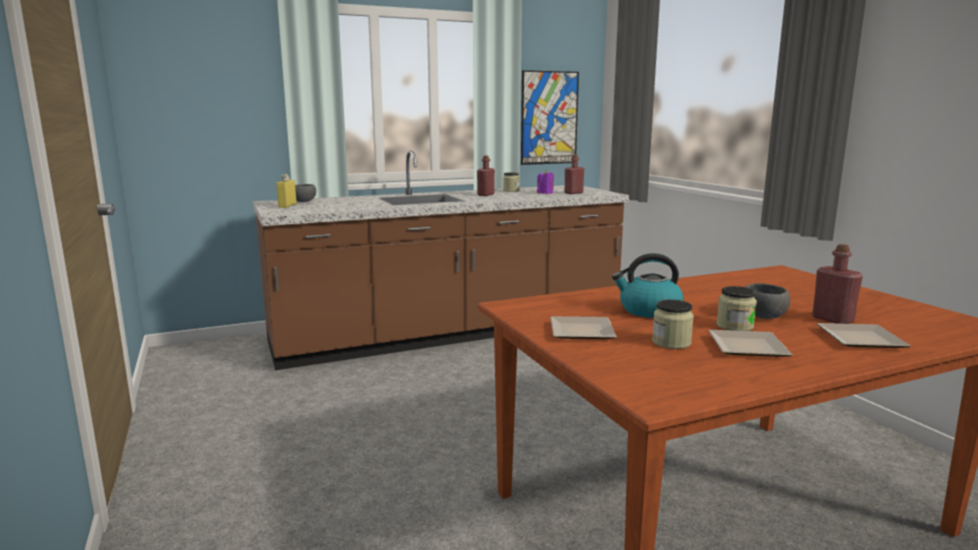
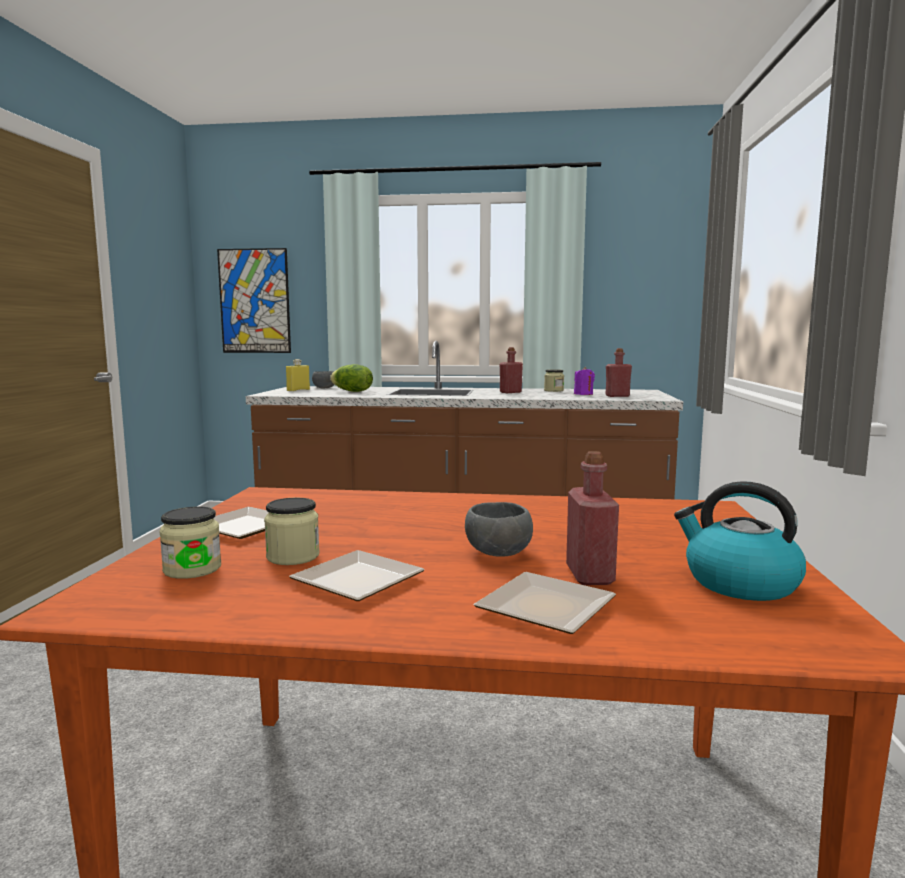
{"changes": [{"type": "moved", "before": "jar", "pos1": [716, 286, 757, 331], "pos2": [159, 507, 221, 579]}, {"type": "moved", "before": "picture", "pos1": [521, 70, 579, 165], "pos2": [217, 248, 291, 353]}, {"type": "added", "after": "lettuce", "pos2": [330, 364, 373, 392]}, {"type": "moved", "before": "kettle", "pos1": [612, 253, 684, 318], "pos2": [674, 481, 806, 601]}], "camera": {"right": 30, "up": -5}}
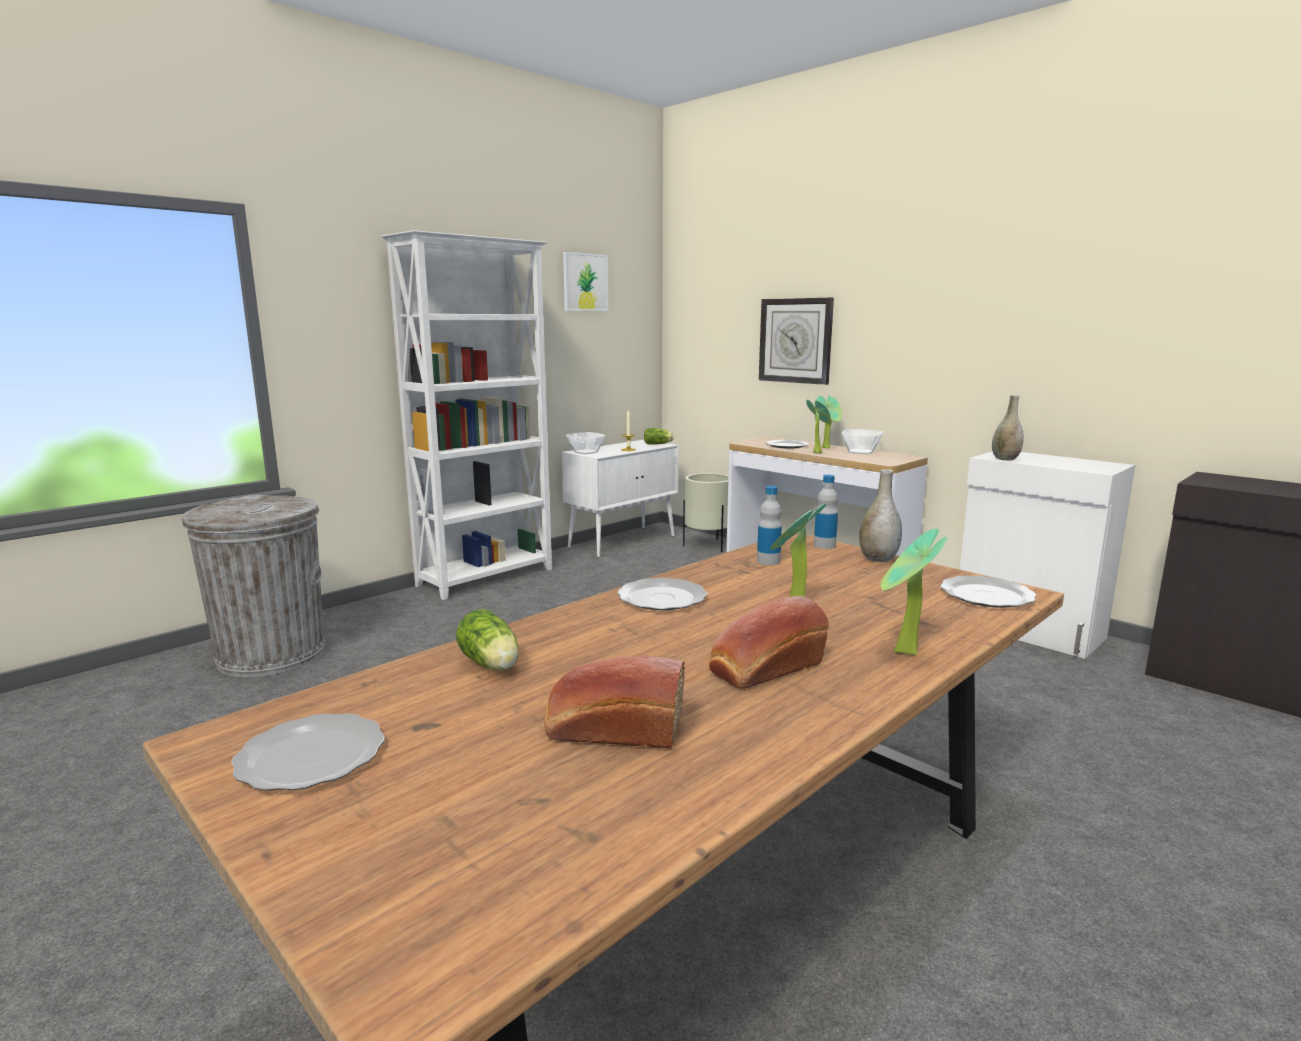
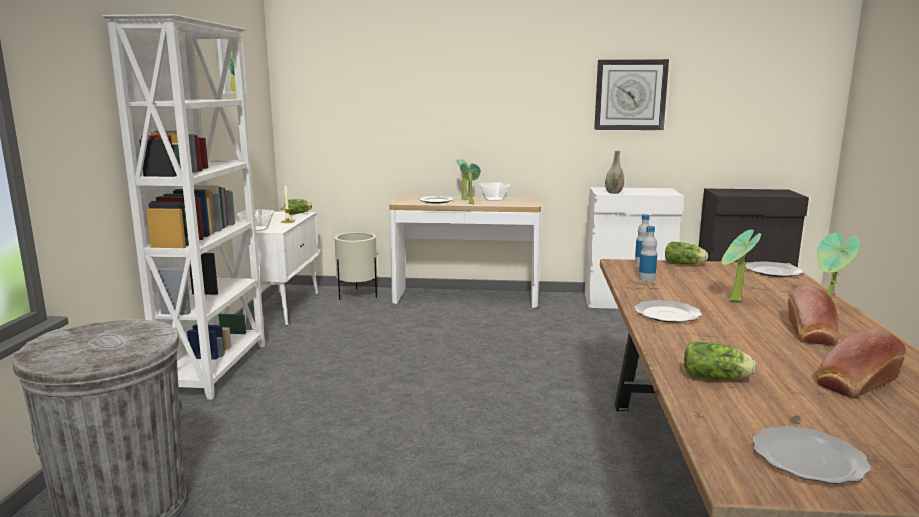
{"changes": [{"type": "moved", "before": "wall_clock", "pos1": [759, 298, 834, 385], "pos2": [594, 59, 669, 130]}, {"type": "replaced", "before": "grey_vase", "after": "lettuce", "pos1": [859, 469, 902, 562], "pos2": [665, 242, 708, 265]}], "camera": {"right": -40, "up": 0}}
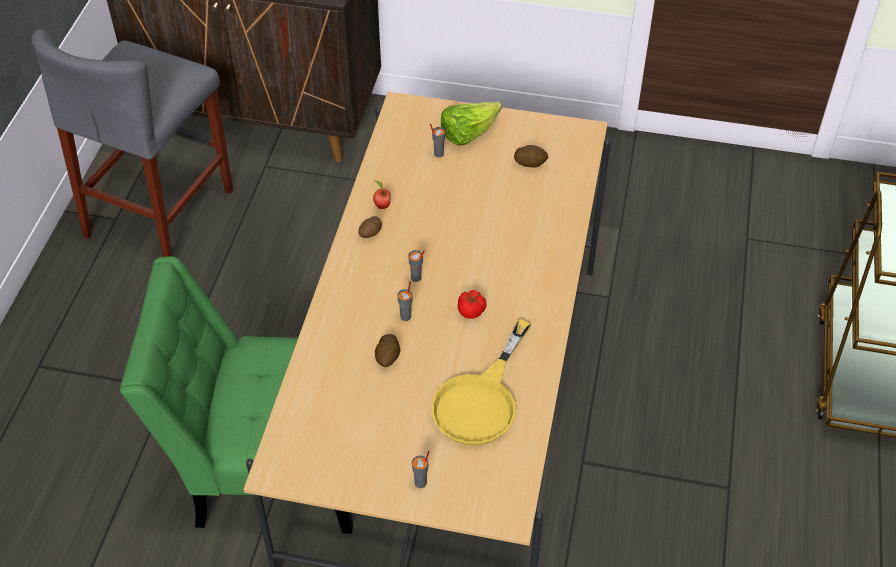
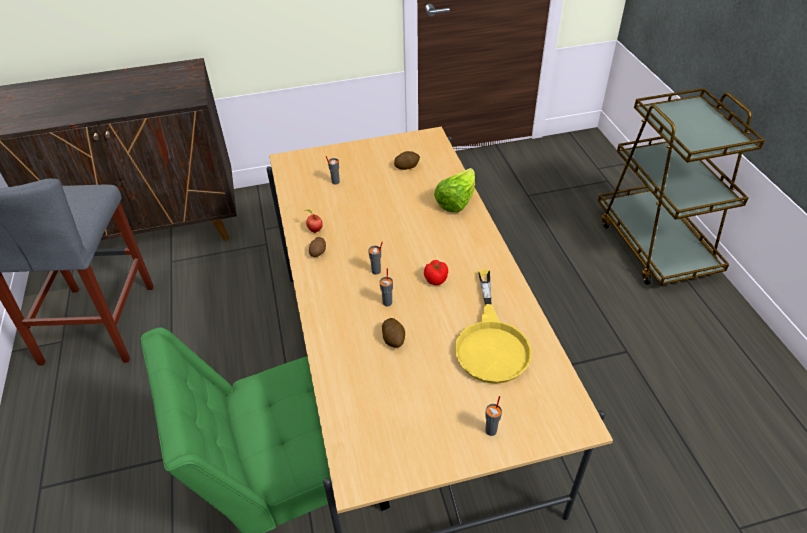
{"changes": [{"type": "moved", "before": "lettuce", "pos1": [441, 102, 502, 146], "pos2": [434, 168, 475, 213]}], "camera": {"right": -25, "up": -5}}
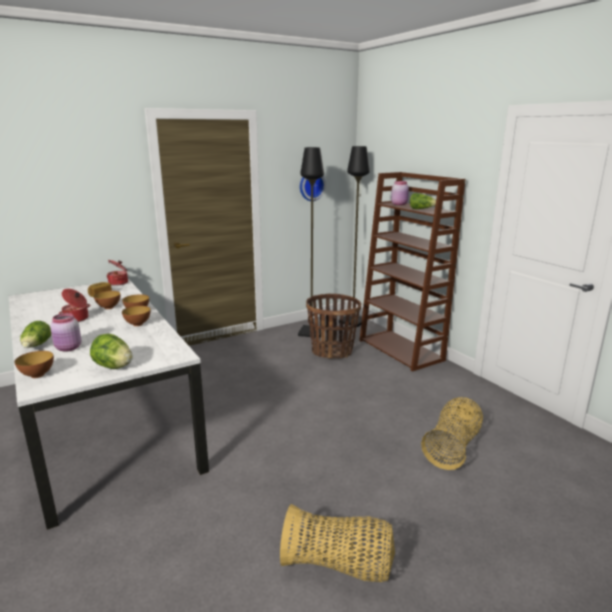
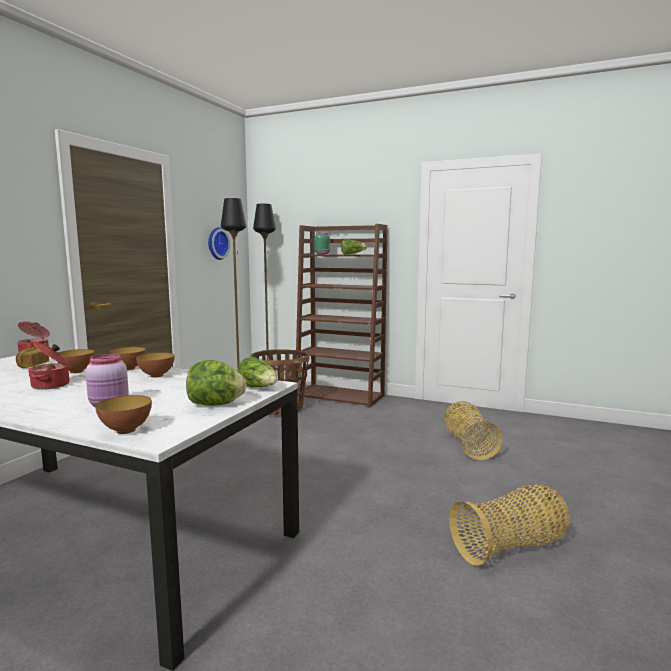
{"changes": [{"type": "moved", "before": "lettuce", "pos1": [20, 321, 51, 348], "pos2": [237, 357, 277, 387]}, {"type": "recoloured", "before": "pink_jar", "after": "green_jar", "pos1": [391, 181, 409, 205], "pos2": [314, 232, 330, 254]}], "camera": {"right": -35, "up": -10}}
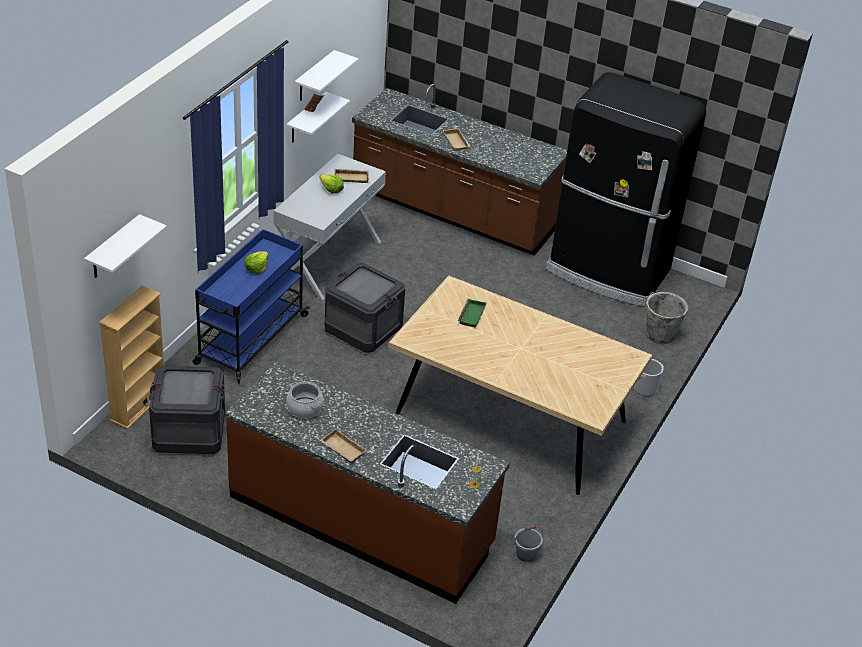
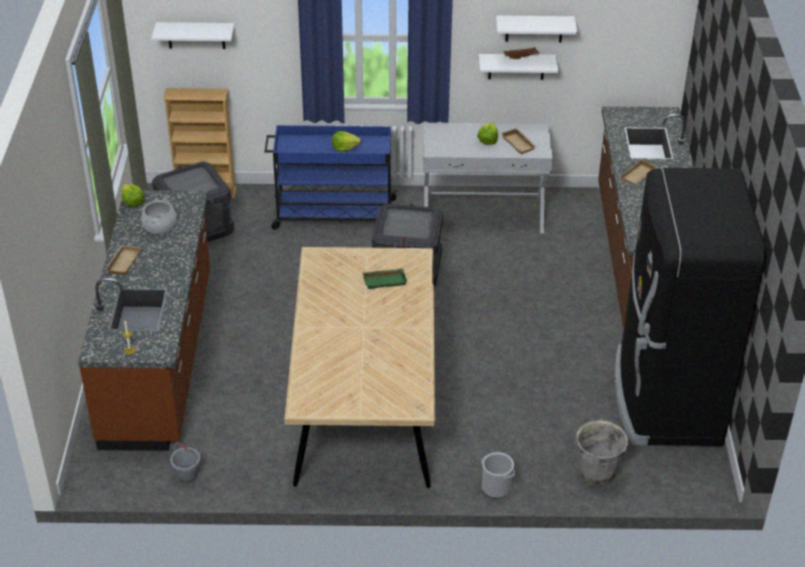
{"changes": [{"type": "added", "after": "lettuce", "pos2": [121, 184, 145, 207]}], "camera": {"right": 65, "up": 0}}
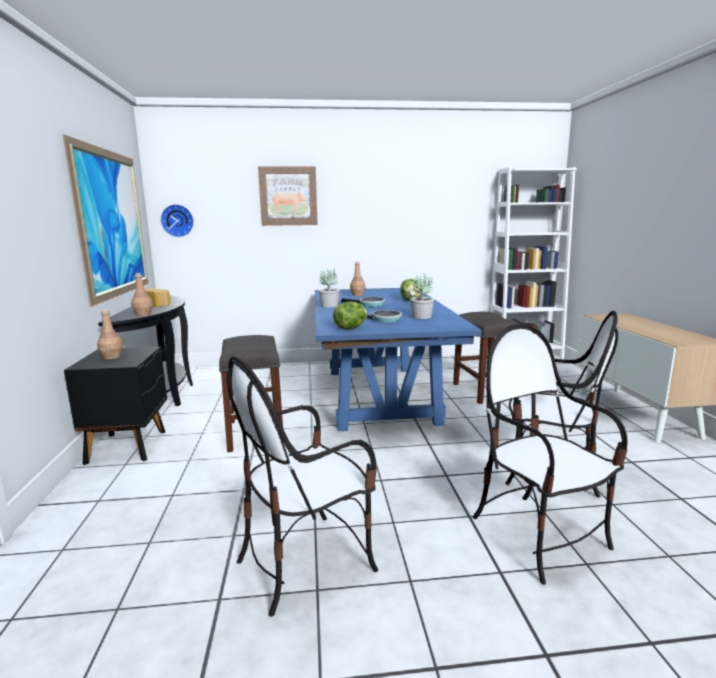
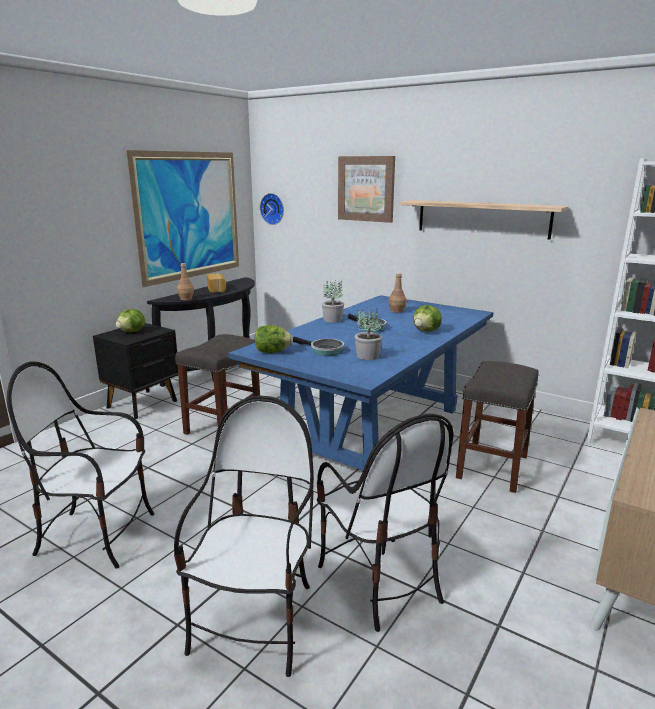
{"changes": [{"type": "replaced", "before": "brown_bottle", "after": "lettuce", "pos1": [97, 310, 123, 359], "pos2": [116, 309, 145, 332]}, {"type": "added", "after": "shelf", "pos2": [399, 200, 569, 240]}], "camera": {"right": 40, "up": 5}}
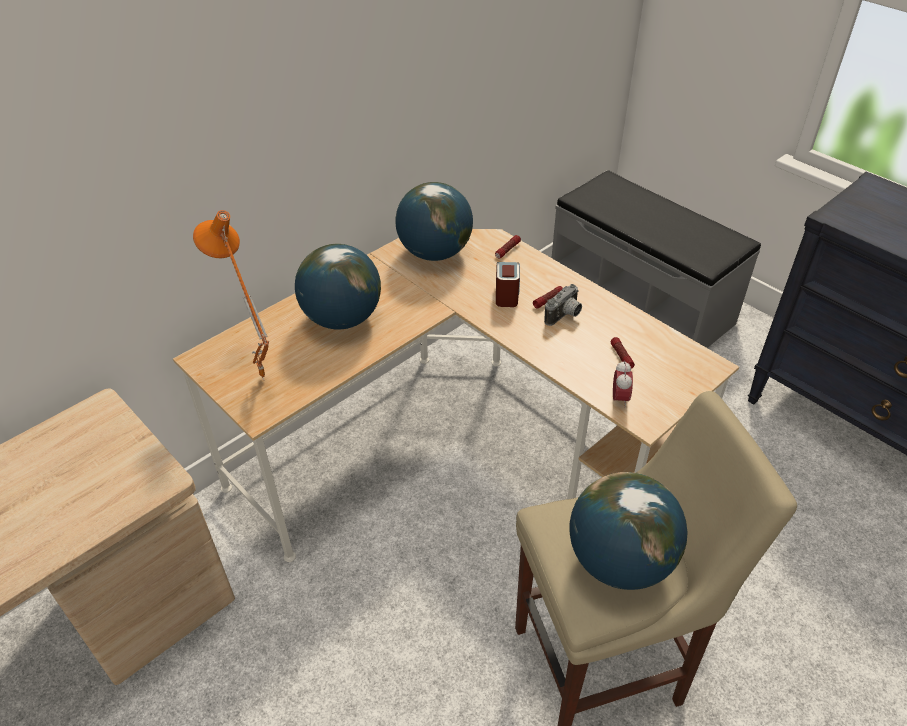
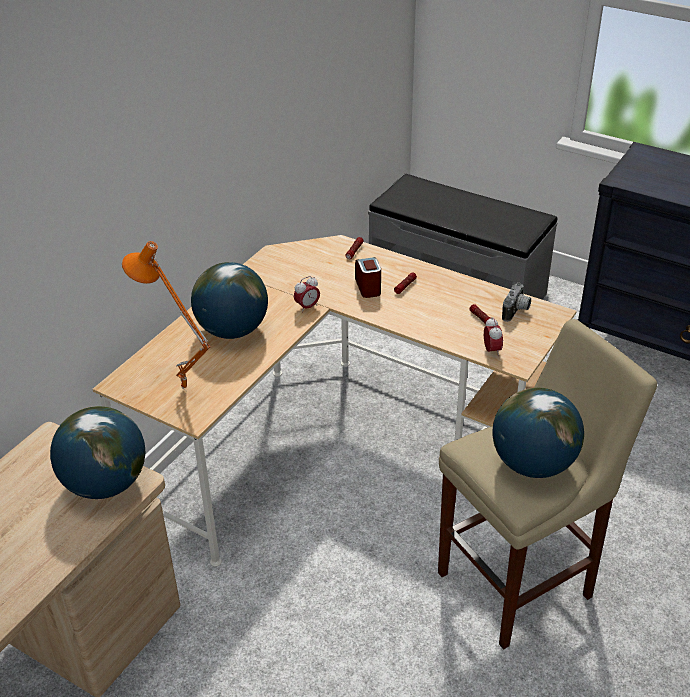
{"changes": [{"type": "moved", "before": "globe", "pos1": [395, 182, 473, 261], "pos2": [50, 406, 145, 499]}, {"type": "added", "after": "alarm_clock", "pos2": [294, 276, 320, 313]}, {"type": "moved", "before": "photo_camera", "pos1": [544, 284, 582, 326], "pos2": [502, 282, 531, 322]}], "camera": {"right": -15, "up": -5}}
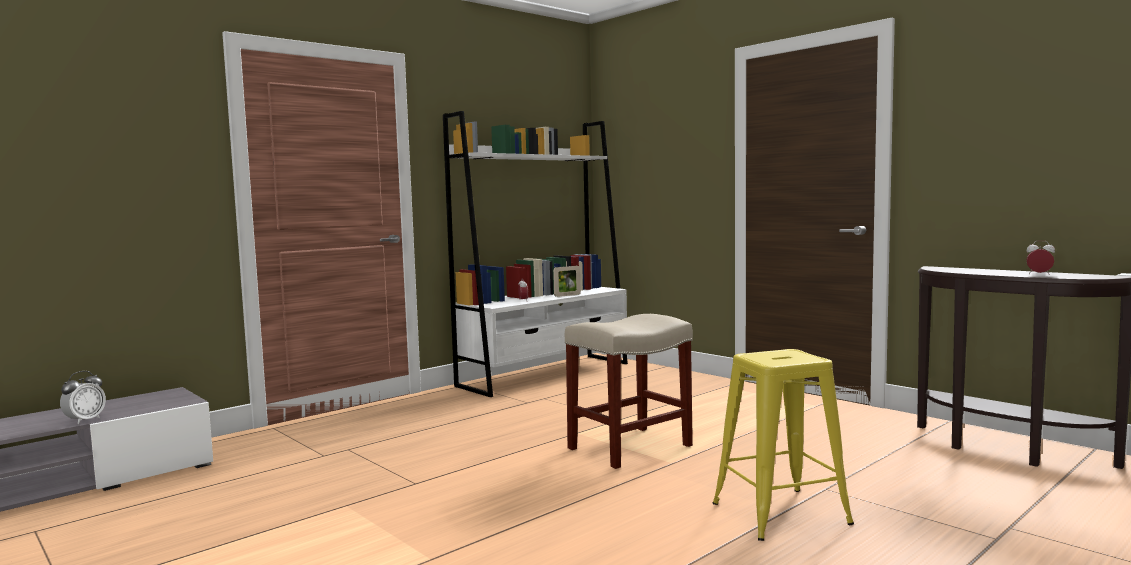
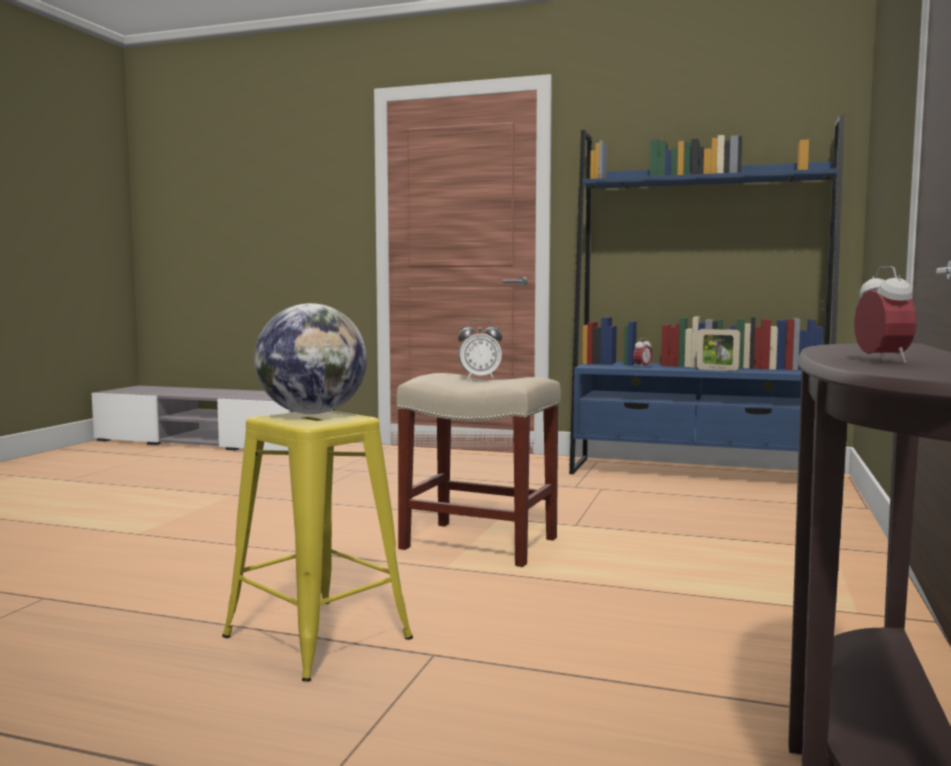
{"changes": [{"type": "added", "after": "globe", "pos2": [254, 303, 367, 414]}, {"type": "moved", "before": "alarm_clock", "pos1": [60, 371, 106, 424], "pos2": [458, 319, 502, 379]}, {"type": "recoloured", "before": "white_bookcase", "after": "blue_bookcase", "pos1": [443, 111, 628, 397], "pos2": [569, 114, 845, 474]}], "camera": {"right": 60, "up": 0}}
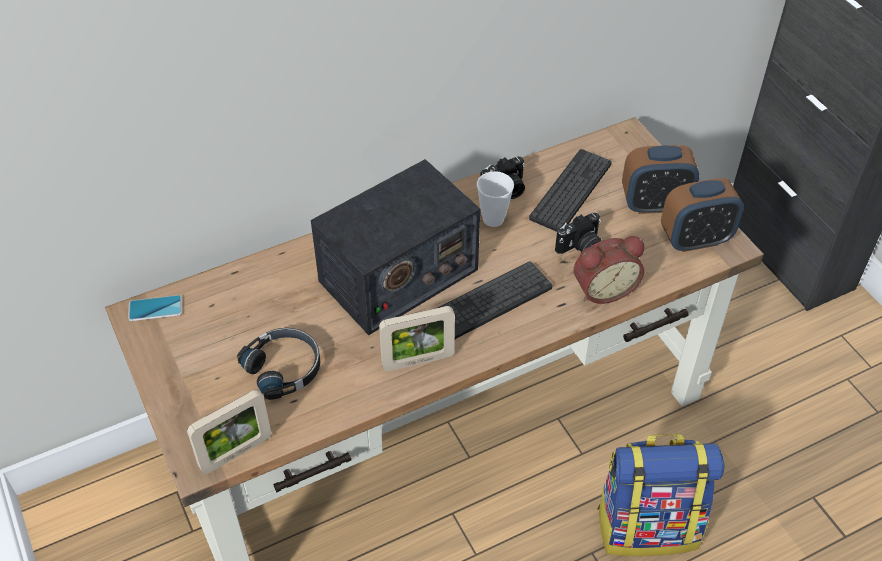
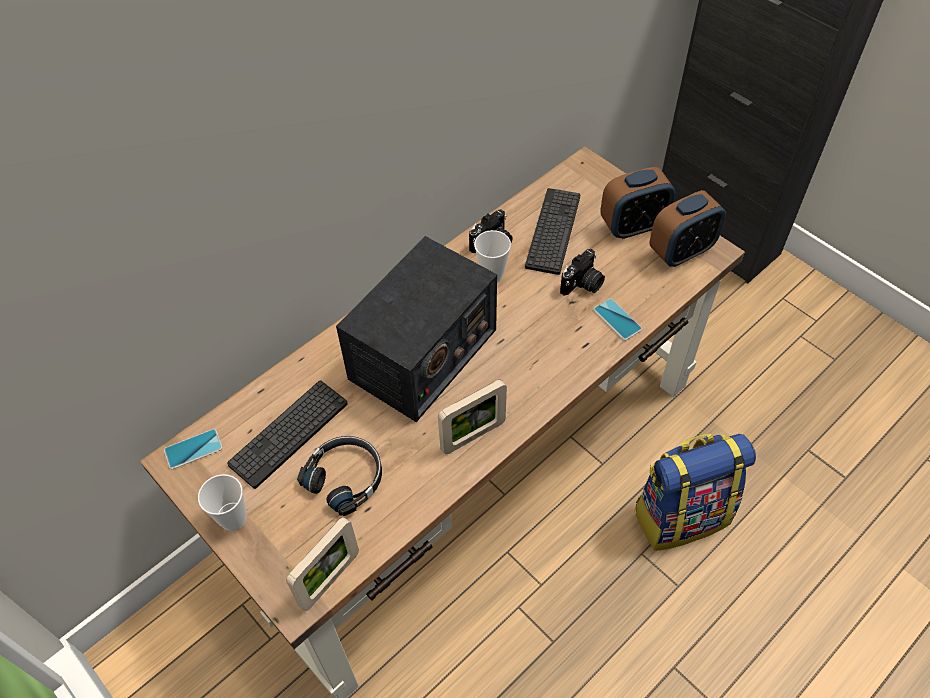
{"changes": [{"type": "added", "after": "cup", "pos2": [198, 474, 246, 531]}, {"type": "moved", "before": "keyboard", "pos1": [438, 262, 553, 339], "pos2": [227, 381, 348, 489]}, {"type": "replaced", "before": "alarm_clock", "after": "phone", "pos1": [573, 236, 644, 304], "pos2": [593, 298, 642, 340]}], "camera": {"right": -15, "up": 5}}
